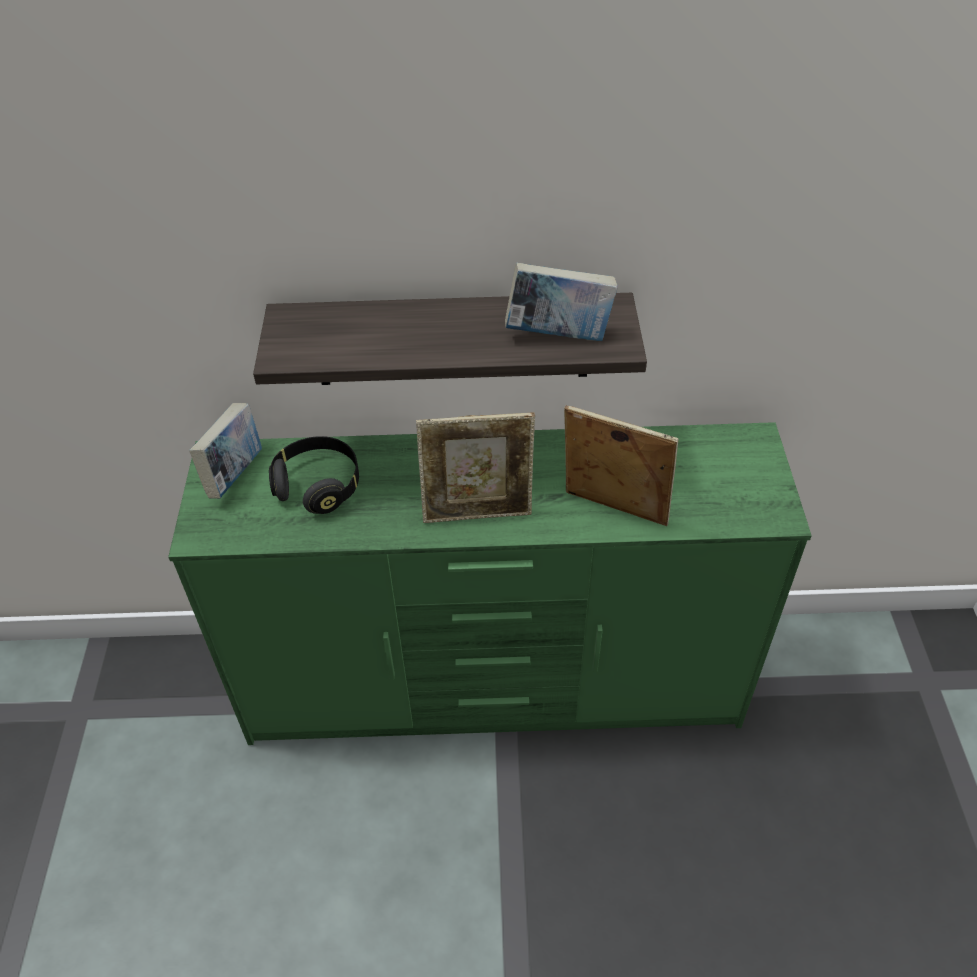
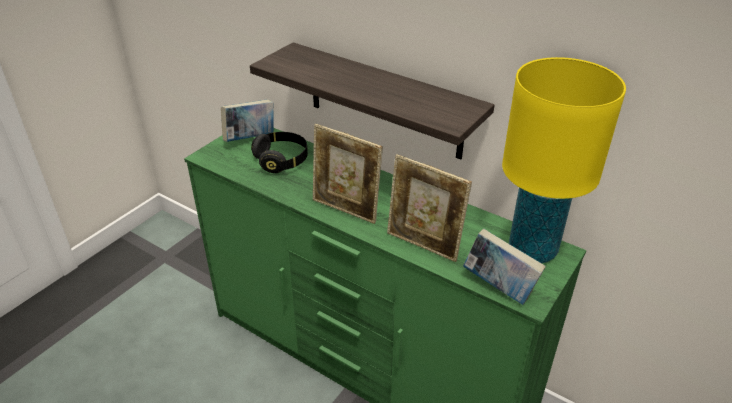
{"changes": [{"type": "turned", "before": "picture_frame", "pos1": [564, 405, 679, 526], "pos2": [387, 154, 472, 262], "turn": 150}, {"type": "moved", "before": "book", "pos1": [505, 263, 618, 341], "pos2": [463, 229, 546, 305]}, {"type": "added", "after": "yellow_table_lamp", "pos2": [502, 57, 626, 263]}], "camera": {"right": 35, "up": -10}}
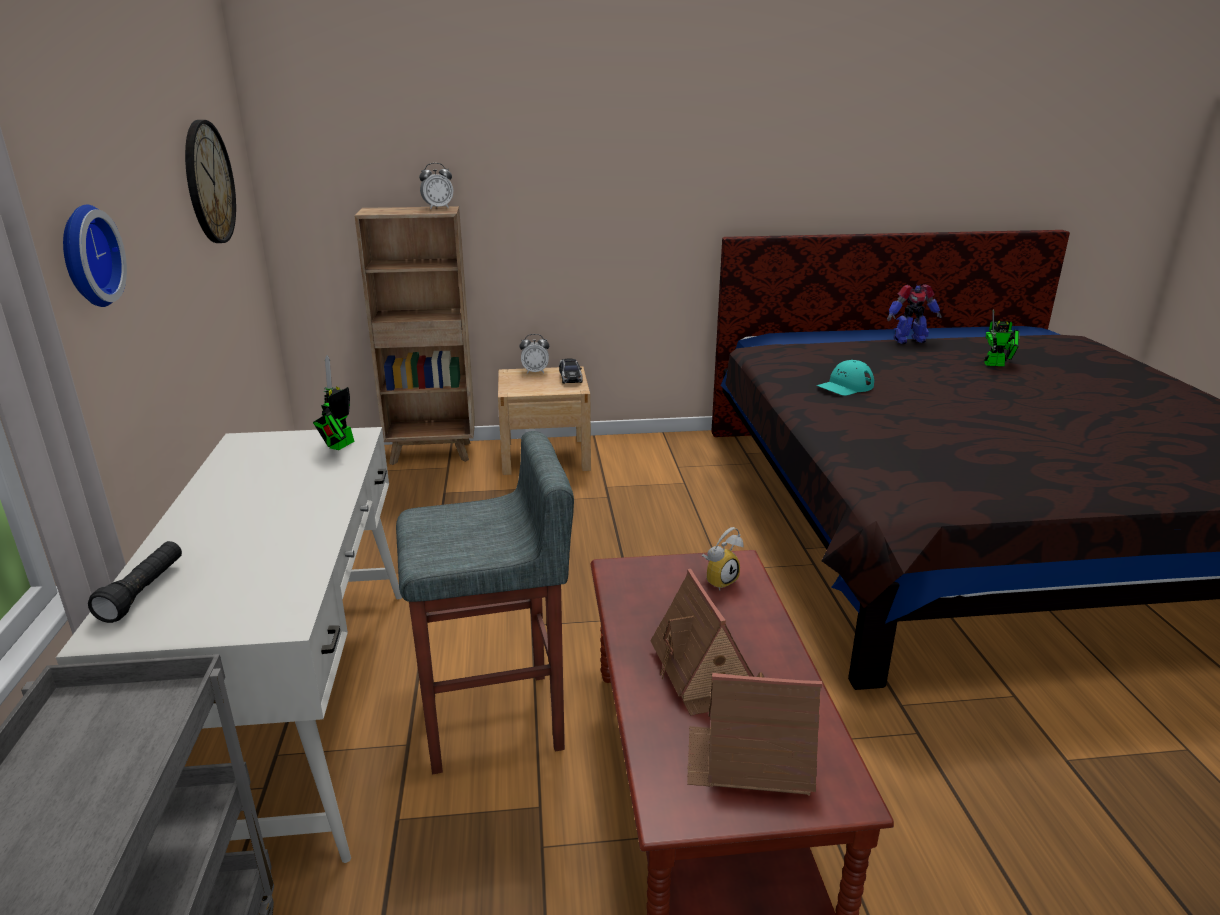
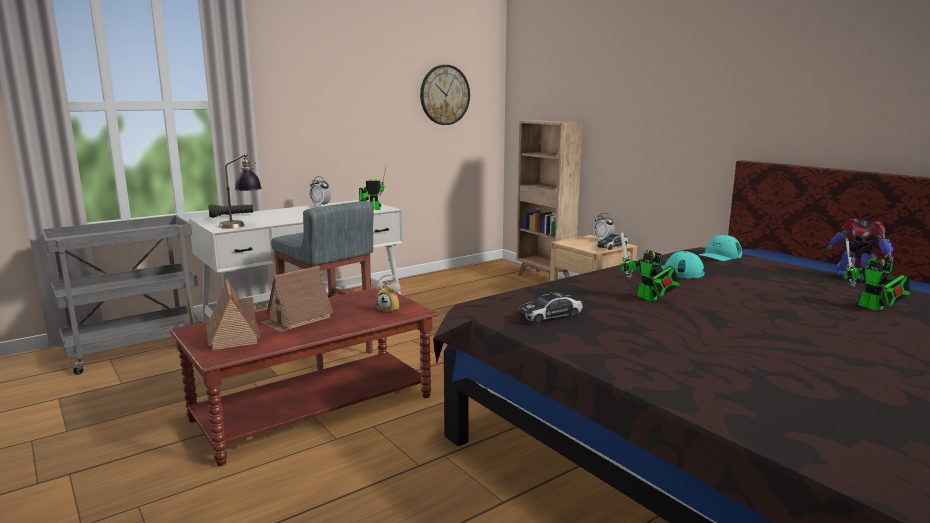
{"changes": [{"type": "added", "after": "table_lamp", "pos2": [219, 153, 262, 229]}, {"type": "moved", "before": "alarm_clock", "pos1": [419, 163, 453, 209], "pos2": [309, 176, 331, 206]}, {"type": "added", "after": "toy_car", "pos2": [518, 292, 583, 324]}, {"type": "added", "after": "toy_robot", "pos2": [620, 231, 680, 301]}, {"type": "added", "after": "turquoise_cap", "pos2": [699, 235, 742, 261]}, {"type": "removed", "before": "wall_clock", "pos1": [63, 204, 127, 307]}], "camera": {"right": 60, "up": -10}}
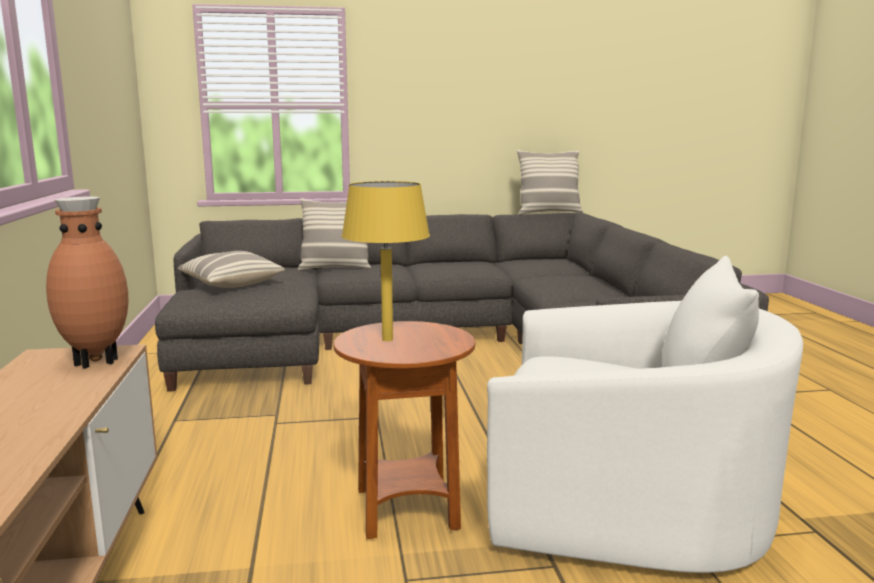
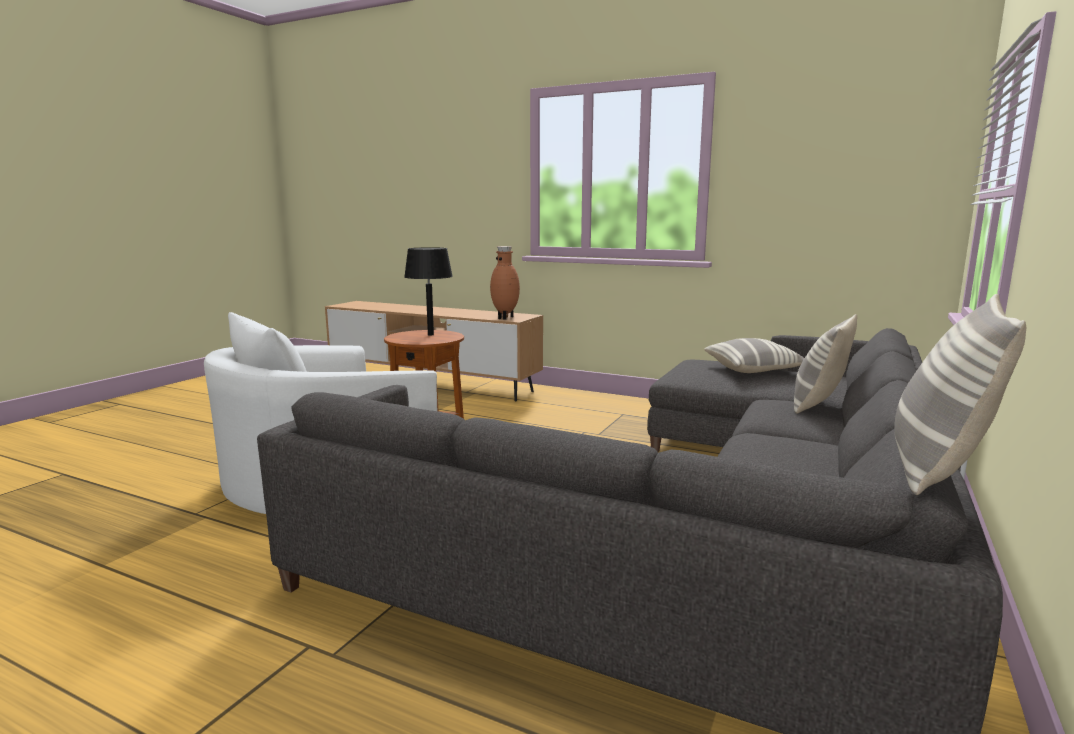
{"changes": [{"type": "recoloured", "before": "yellow_table_lamp", "after": "black_table_lamp", "pos1": [342, 181, 430, 341], "pos2": [404, 247, 453, 336]}], "camera": {"right": 125, "up": 0}}
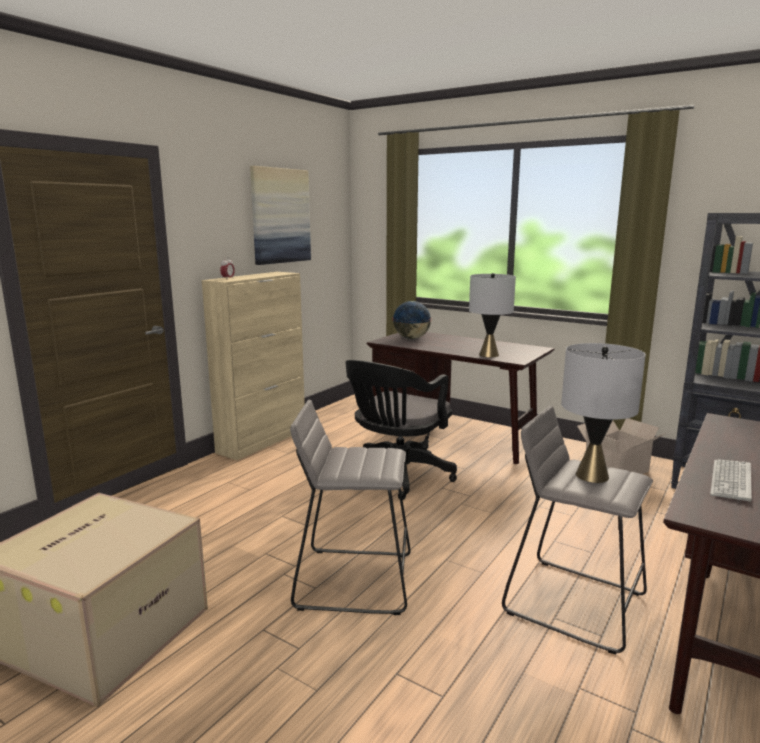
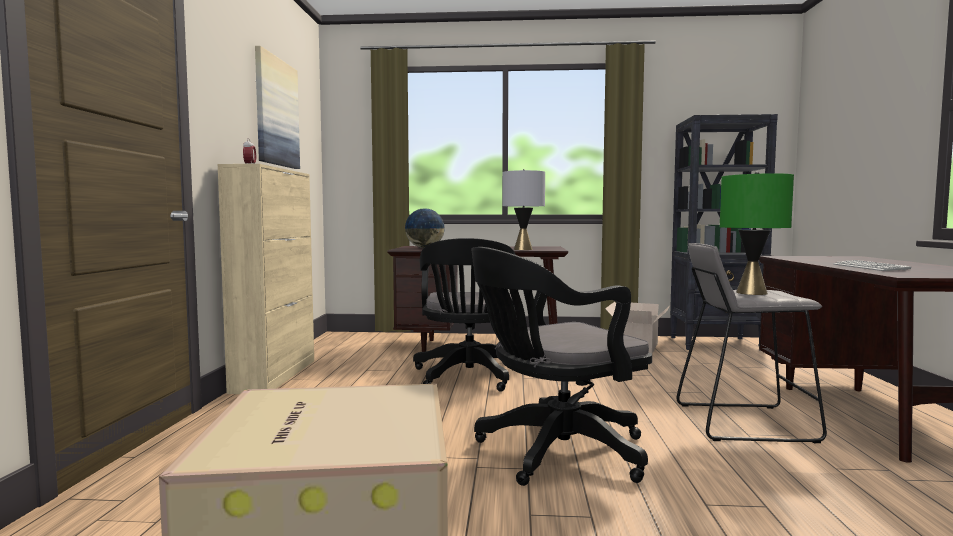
{"changes": [{"type": "replaced", "before": "grey_stool", "after": "black_office_chair", "pos1": [290, 399, 411, 615], "pos2": [471, 247, 652, 486]}, {"type": "recoloured", "before": "grey_table_lamp", "after": "green_table_lamp", "pos1": [561, 343, 646, 483], "pos2": [720, 172, 794, 295]}], "camera": {"right": -30, "up": -10}}
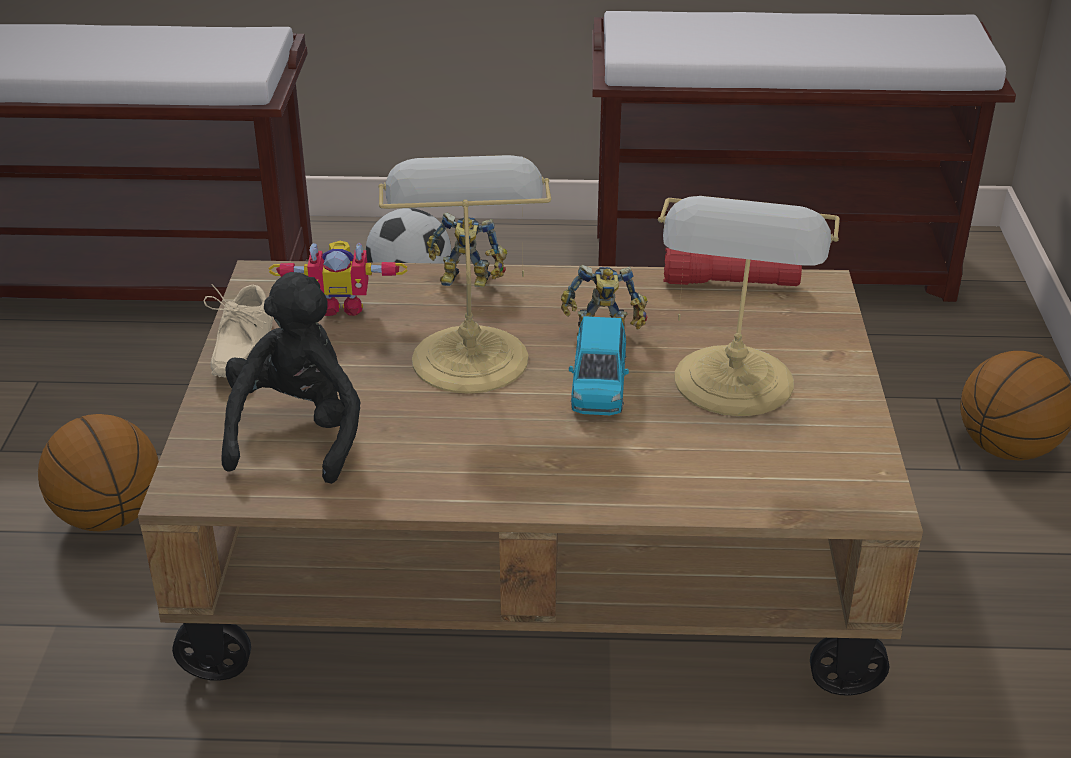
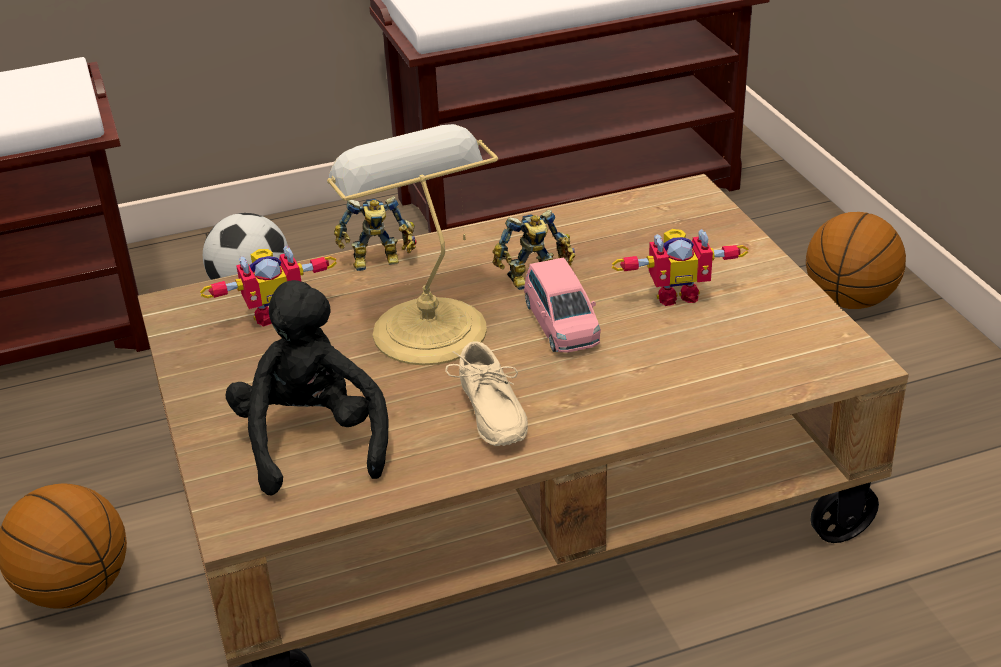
{"changes": [{"type": "moved", "before": "beige_shoe", "pos1": [204, 284, 273, 378], "pos2": [445, 341, 528, 446]}, {"type": "recoloured", "before": "blue_toy_car", "after": "pink_toy_car", "pos1": [569, 316, 629, 415], "pos2": [524, 257, 601, 353]}, {"type": "replaced", "before": "table_lamp", "after": "toy_robot", "pos1": [658, 196, 840, 416], "pos2": [612, 229, 748, 306]}, {"type": "removed", "before": "red_flashlight", "pos1": [663, 248, 802, 286]}], "camera": {"right": -20, "up": 0}}
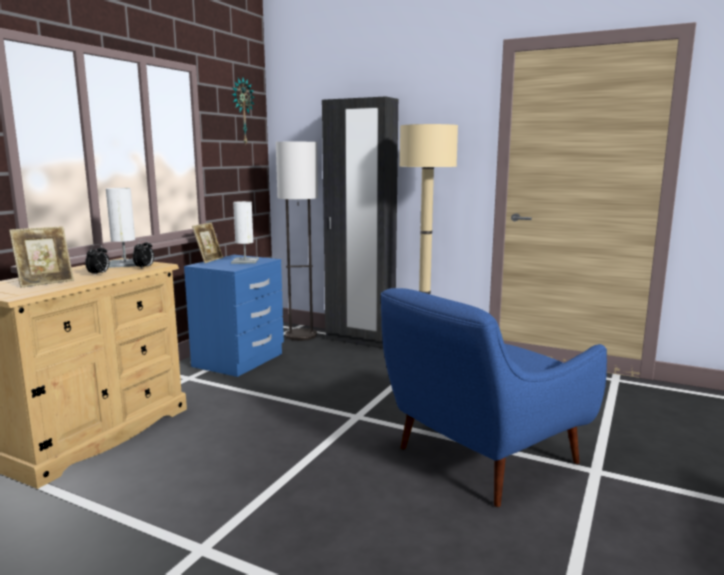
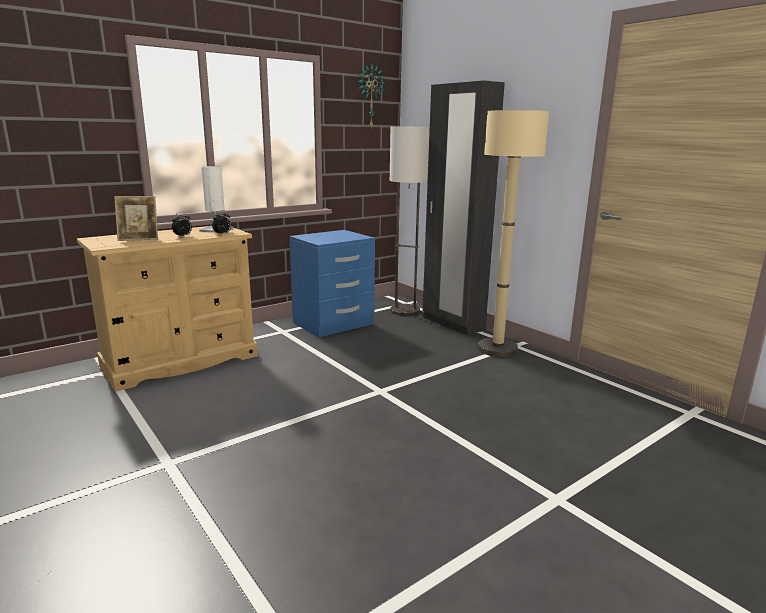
{"changes": [{"type": "removed", "before": "picture_frame", "pos1": [192, 223, 223, 263]}, {"type": "removed", "before": "white_table_lamp", "pos1": [231, 201, 259, 264]}, {"type": "removed", "before": "blue_armchair", "pos1": [381, 288, 607, 507]}], "camera": {"right": 25, "up": 5}}
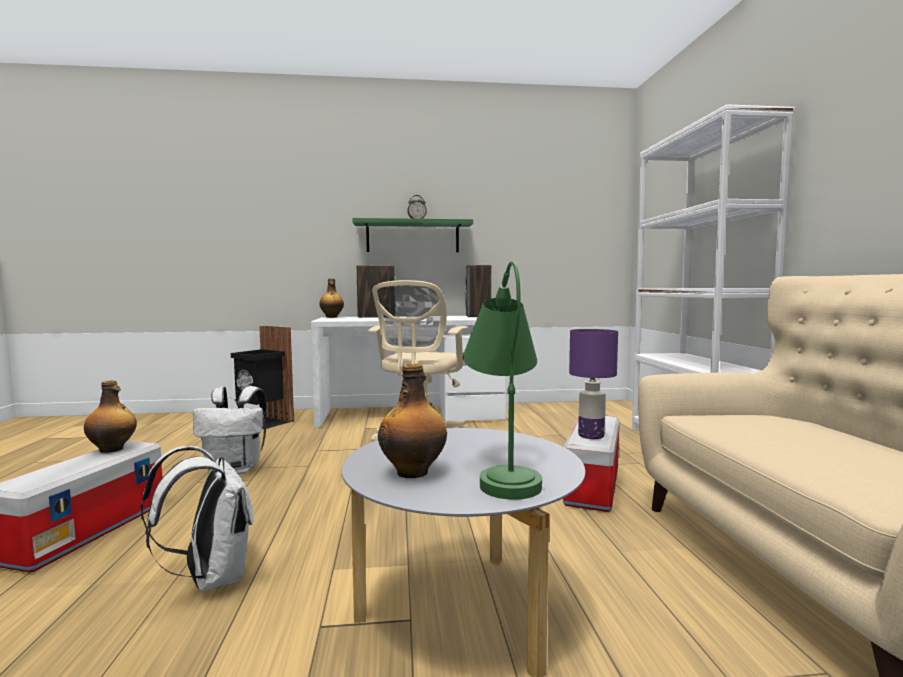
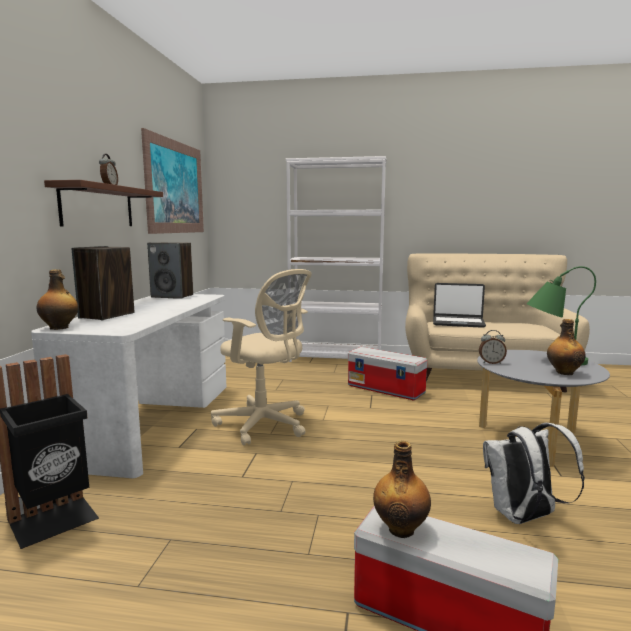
{"changes": [{"type": "recoloured", "before": "green_shelf", "after": "brown_shelf", "pos1": [352, 218, 473, 252], "pos2": [44, 180, 163, 226]}, {"type": "added", "after": "picture", "pos2": [141, 128, 204, 234]}, {"type": "added", "after": "laptop", "pos2": [433, 283, 486, 328]}, {"type": "added", "after": "alarm_clock", "pos2": [479, 330, 507, 364]}, {"type": "removed", "before": "white_backpack", "pos1": [193, 386, 267, 474]}, {"type": "removed", "before": "purple_table_lamp", "pos1": [569, 329, 618, 439]}], "camera": {"right": -75, "up": 5}}
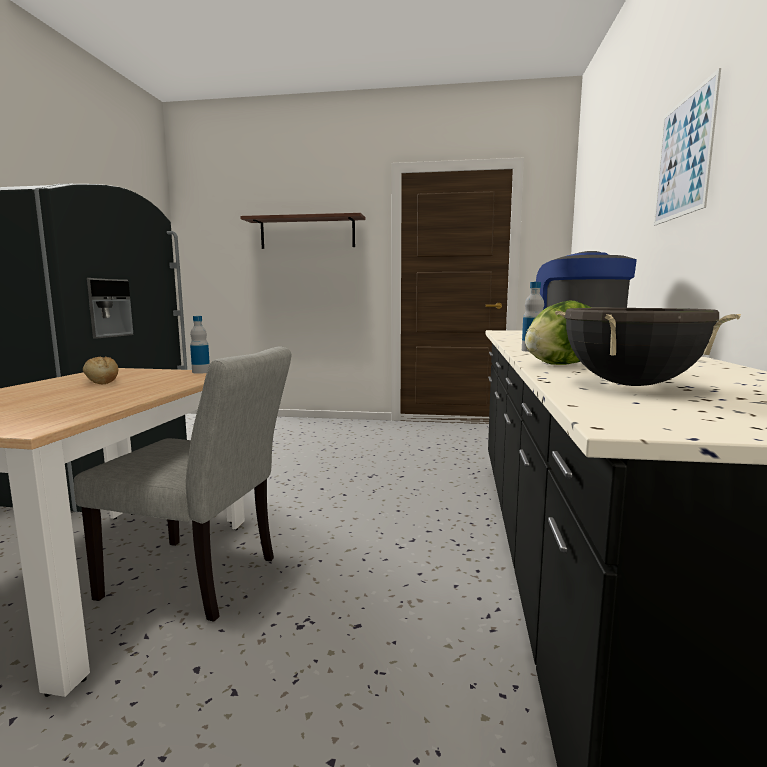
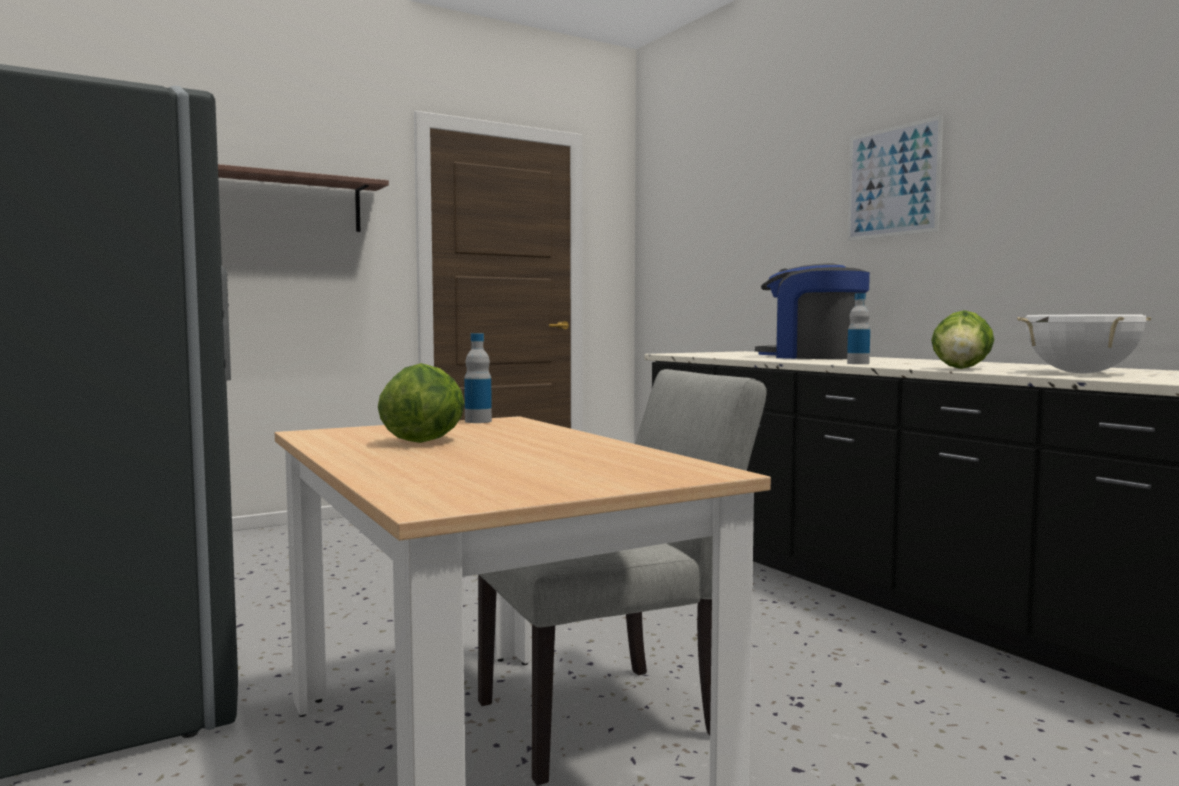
{"changes": [{"type": "replaced", "before": "bread", "after": "lettuce", "pos1": [83, 357, 119, 384], "pos2": [378, 363, 465, 443]}, {"type": "recoloured", "before": "black_cooking_pot", "after": "white_cooking_pot", "pos1": [555, 308, 741, 386], "pos2": [1017, 314, 1151, 374]}], "camera": {"right": -40, "up": -5}}
